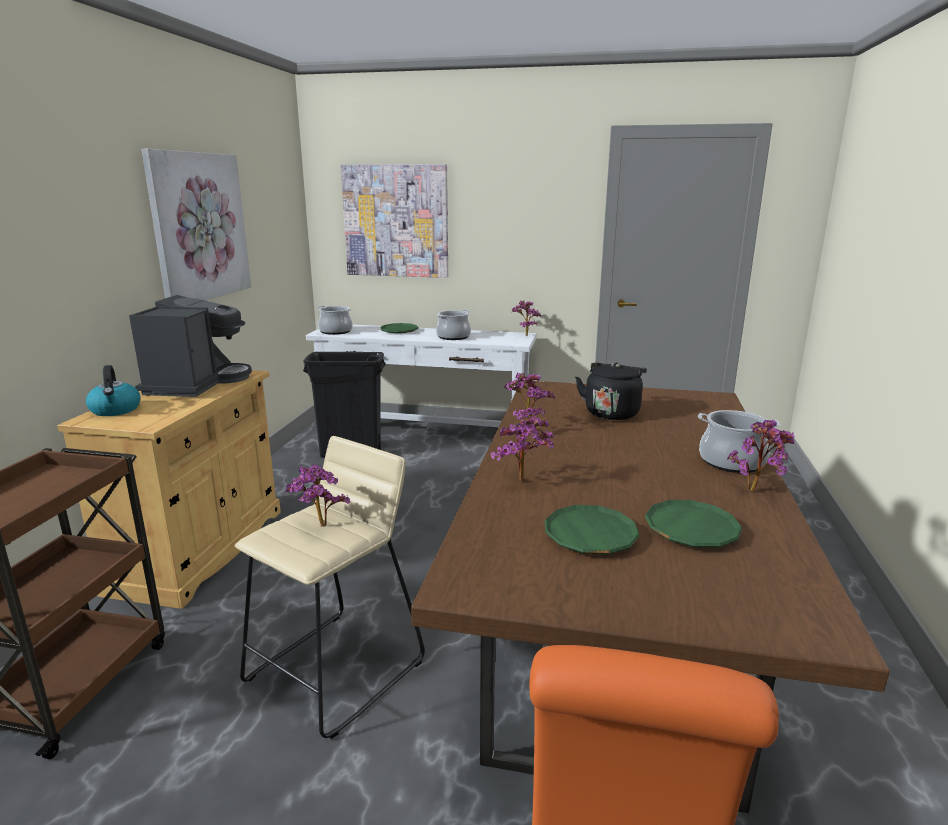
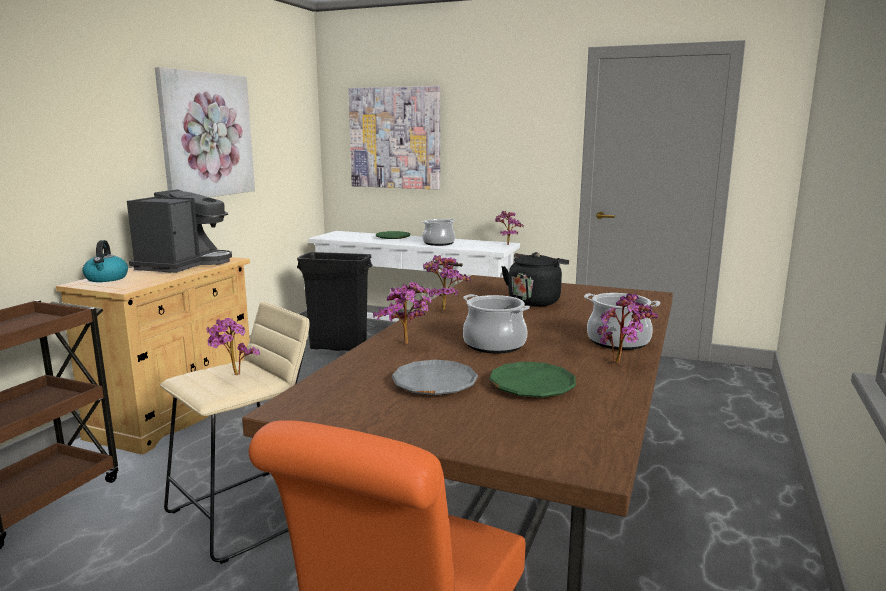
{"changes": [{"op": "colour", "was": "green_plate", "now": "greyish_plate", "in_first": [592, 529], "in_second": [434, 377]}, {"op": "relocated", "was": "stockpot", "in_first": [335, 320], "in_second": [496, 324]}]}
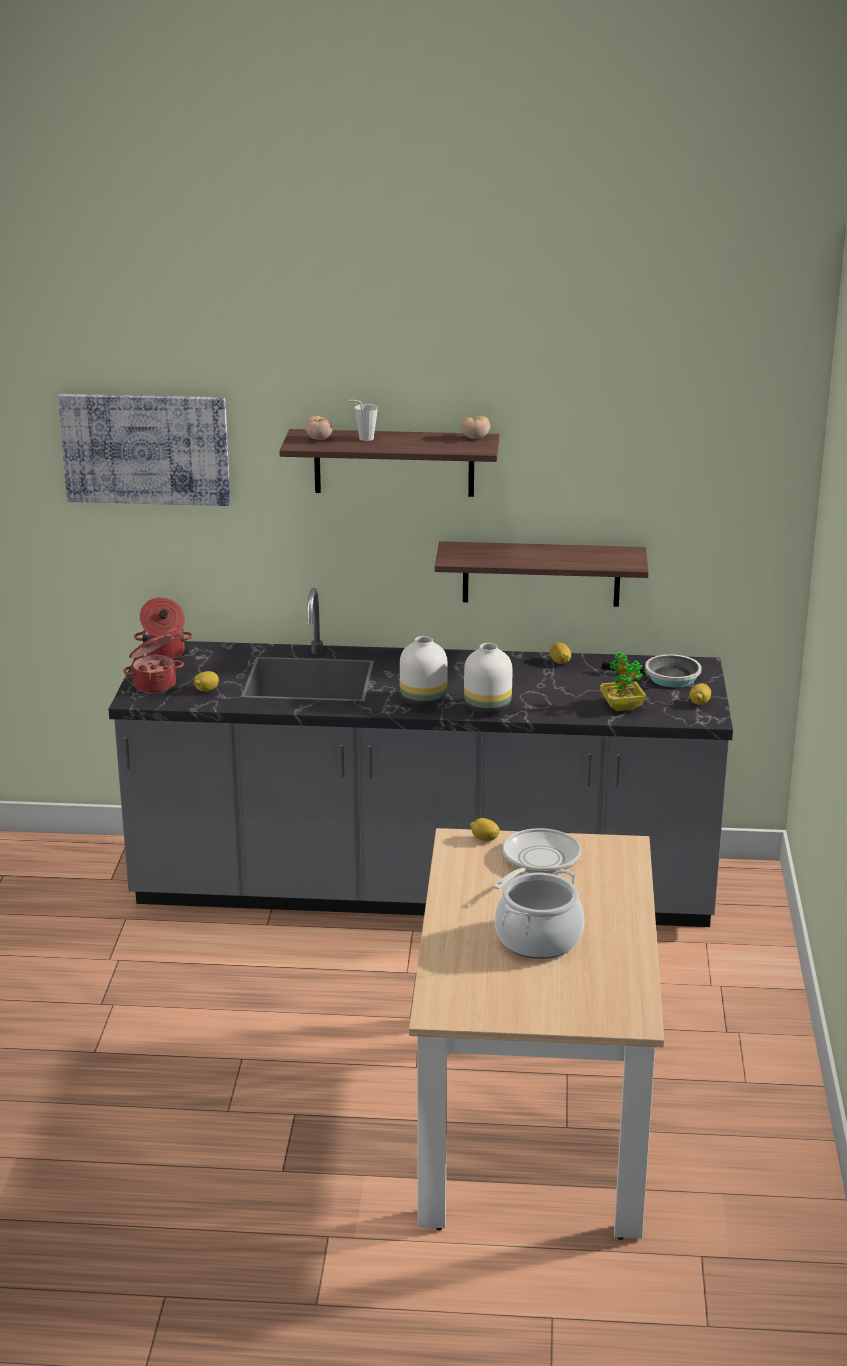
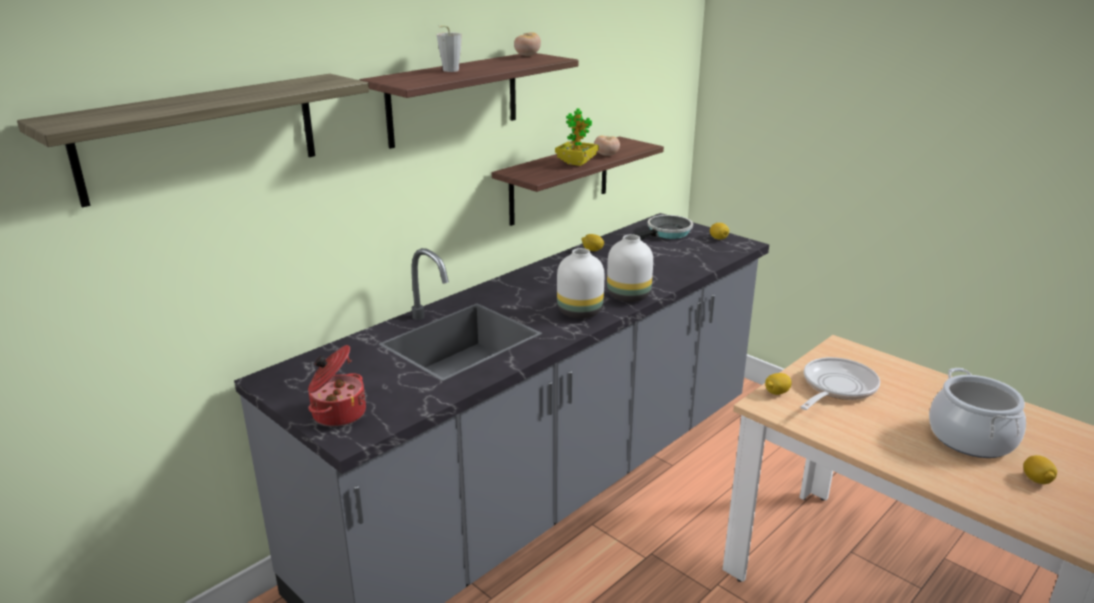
{"changes": [{"op": "exchanged", "was": "wall_art", "now": "shelf", "in_first": [144, 450], "in_second": [193, 140]}, {"op": "relocated", "was": "potted_plant", "in_first": [623, 681], "in_second": [577, 137]}, {"op": "relocated", "was": "whole_tomato", "in_first": [319, 428], "in_second": [607, 146]}, {"op": "spun", "was": "pan", "in_first": [537, 858], "in_second": [840, 383], "clockwise": 60}, {"op": "relocated", "was": "lemon", "in_first": [206, 681], "in_second": [1040, 469]}, {"op": "missing", "was": "stockpot", "in_first": [163, 628]}]}
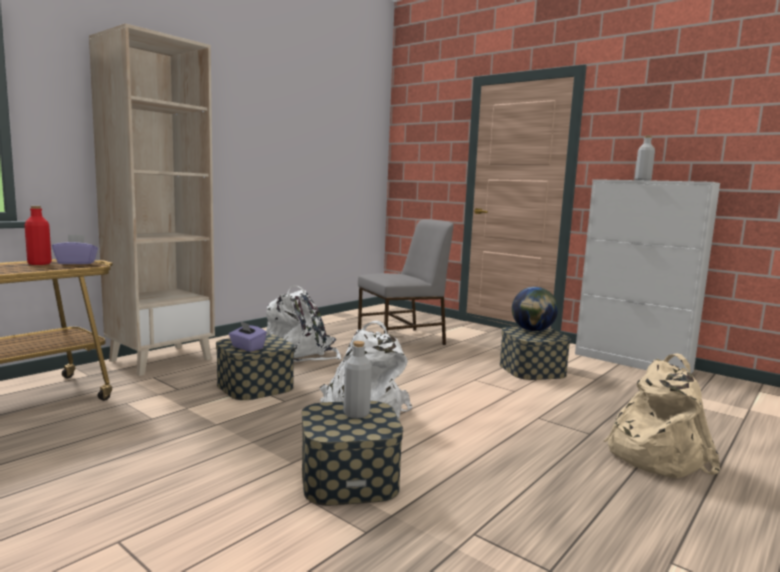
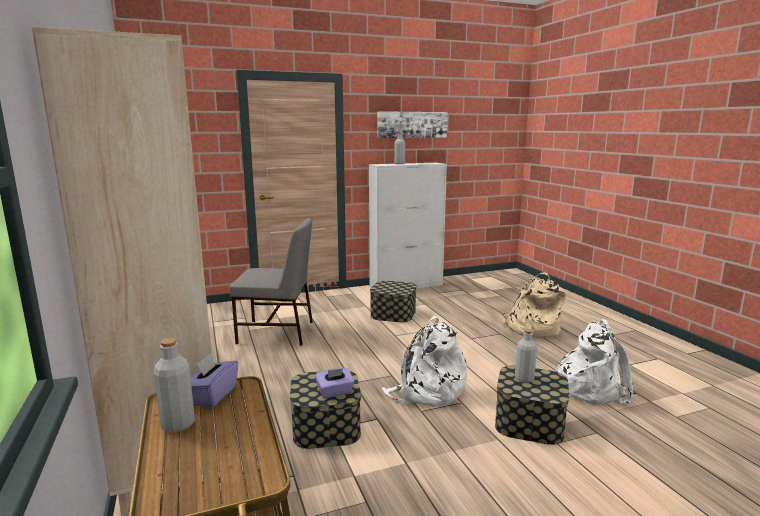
{"changes": [{"op": "colour", "was": "red_drink_bottle", "now": "greyish_drink_bottle", "in_first": [38, 235], "in_second": [174, 385]}, {"op": "spun", "was": "greyish_plain_chair", "in_first": [406, 282], "in_second": [271, 281], "clockwise": 90}, {"op": "appeared", "now": "wall_art", "in_second": [412, 124]}, {"op": "relocated", "was": "white-coloured_knapsack", "in_first": [303, 323], "in_second": [594, 362]}, {"op": "missing", "was": "world_globe", "in_first": [535, 309]}]}
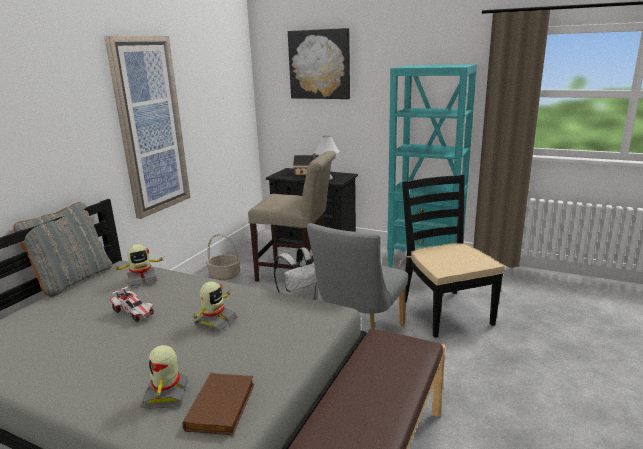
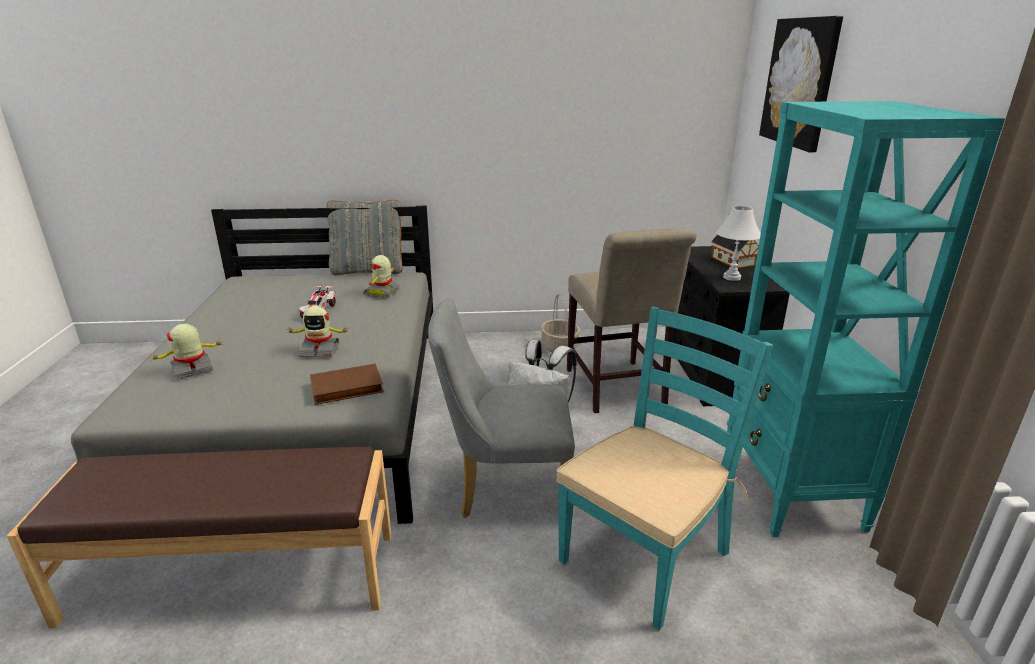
{"changes": [{"op": "relocated", "was": "brown-coloured_volume", "in_first": [218, 404], "in_second": [347, 384]}, {"op": "spun", "was": "toy_robot", "in_first": [139, 265], "in_second": [381, 276], "clockwise": 75}, {"op": "colour", "was": "black_plain_chair", "now": "turquoise_plain_chair", "in_first": [452, 256], "in_second": [664, 468]}, {"op": "missing", "was": "wall_art", "in_first": [147, 127]}]}
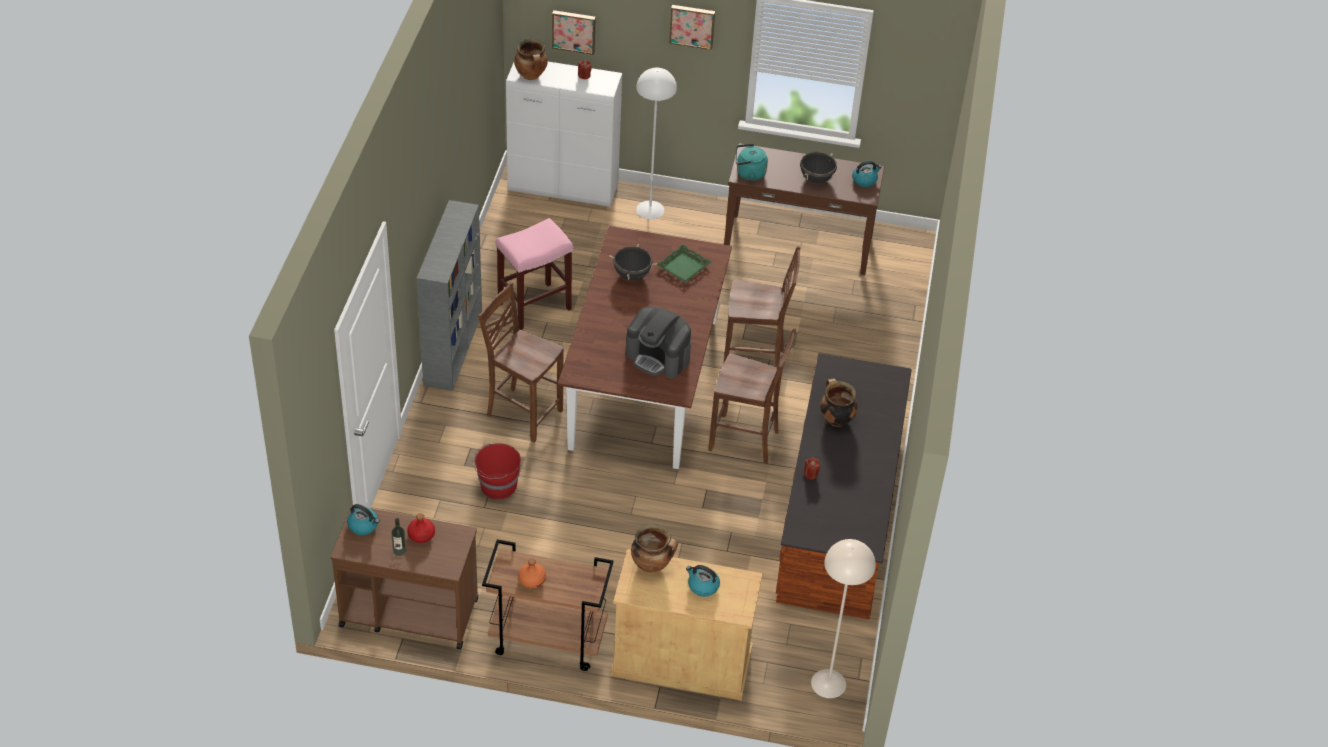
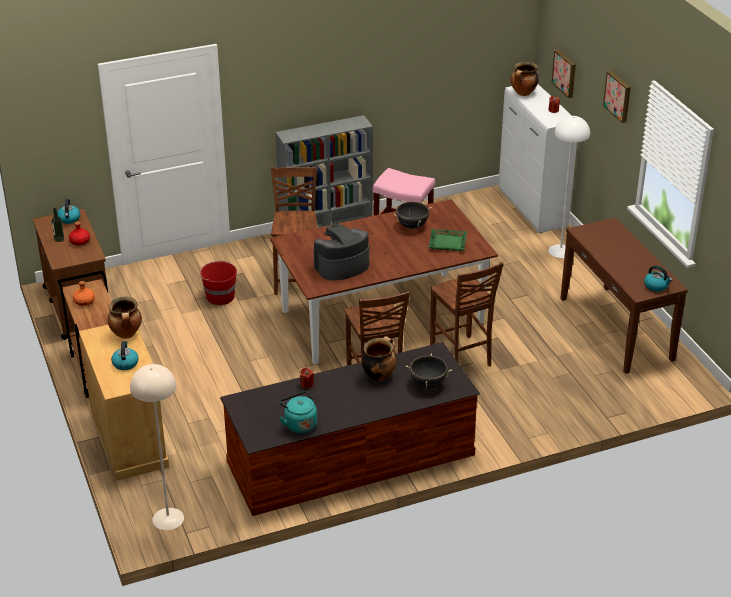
{"changes": [{"op": "relocated", "was": "turquoise_kettle", "in_first": [752, 162], "in_second": [298, 412]}, {"op": "spun", "was": "coffee_machine", "in_first": [658, 342], "in_second": [341, 252], "clockwise": 60}, {"op": "relocated", "was": "black_stockpot", "in_first": [818, 167], "in_second": [428, 370]}]}
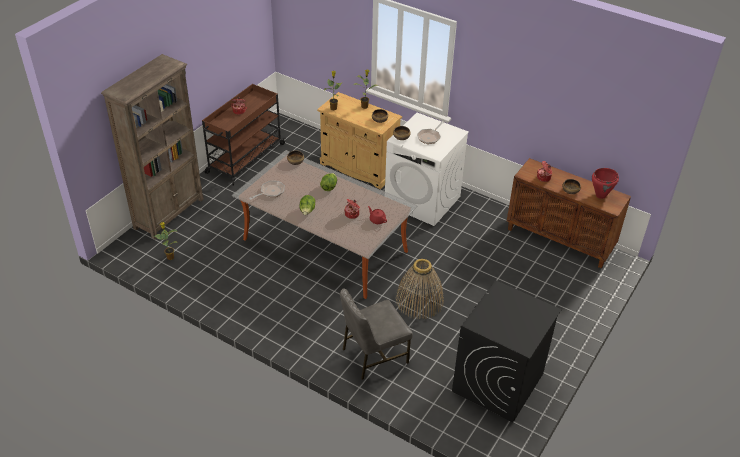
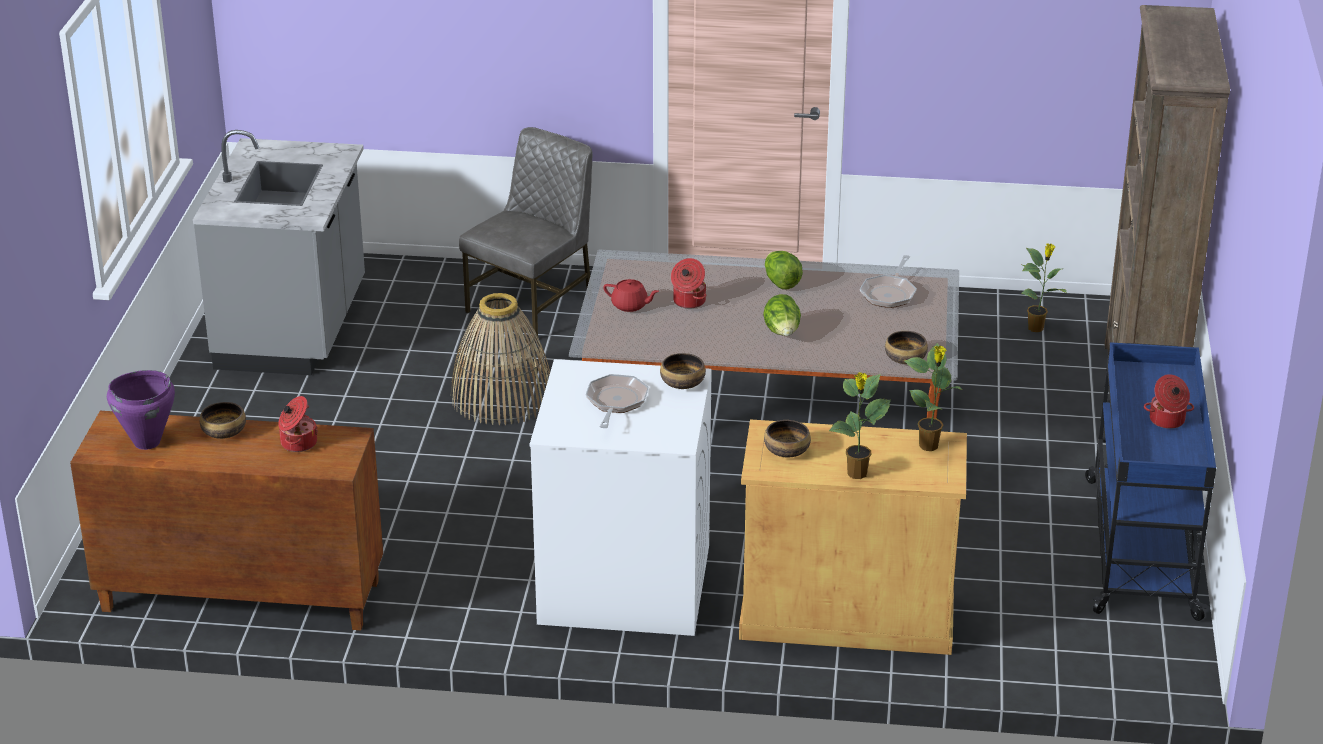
{"changes": [{"op": "colour", "was": "red_stockpot", "now": "purple-coloured_stockpot", "in_first": [605, 183], "in_second": [141, 410]}, {"op": "exchanged", "was": "black_washing_machine", "now": "greyish_kitchen_base_unit", "in_first": [507, 351], "in_second": [279, 252]}, {"op": "colour", "was": "brown-coloured_wheeled_cart", "now": "bluish_wheeled_cart", "in_first": [244, 134], "in_second": [1150, 481]}]}
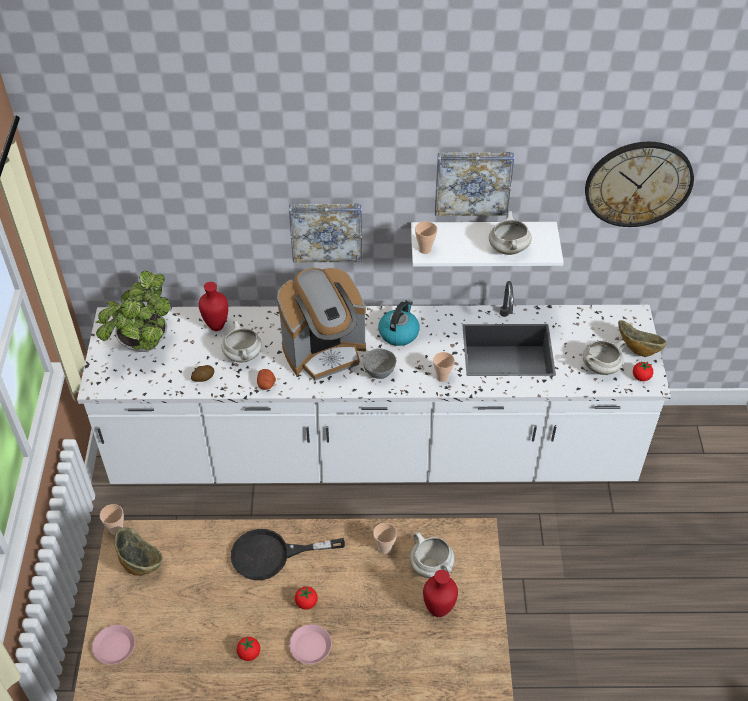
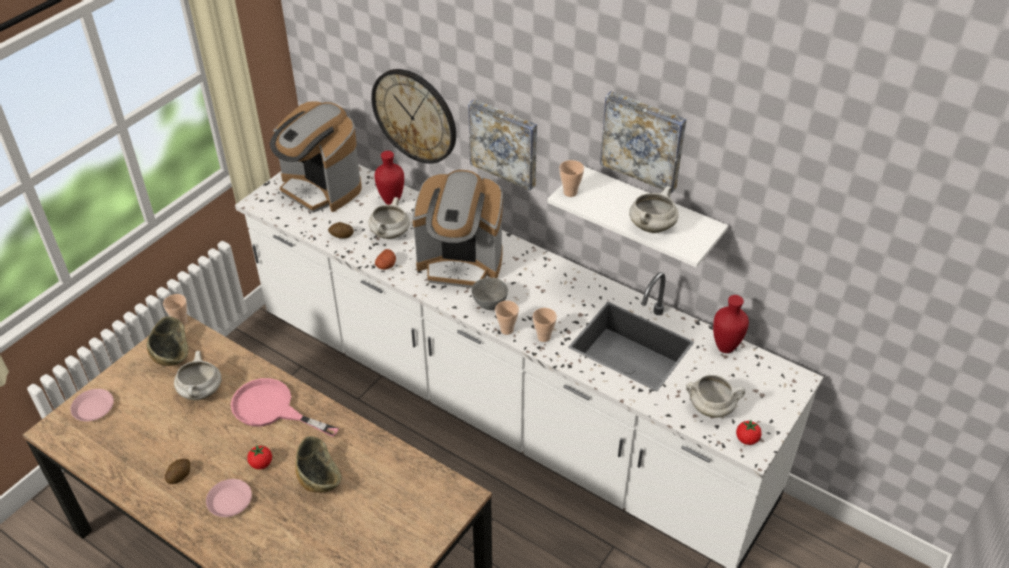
{"changes": [{"op": "exchanged", "was": "whole_tomato", "now": "whole_potato", "in_first": [248, 649], "in_second": [177, 471]}, {"op": "relocated", "was": "white-coloured_stockpot", "in_first": [432, 555], "in_second": [198, 375]}, {"op": "colour", "was": "black_pan", "now": "pink_pan", "in_first": [288, 554], "in_second": [285, 407]}, {"op": "exchanged", "was": "potted_plant", "now": "coffee_machine", "in_first": [132, 311], "in_second": [316, 157]}, {"op": "relocated", "was": "deep_dish", "in_first": [642, 338], "in_second": [318, 464]}, {"op": "relocated", "was": "clock_on_the_wall", "in_first": [639, 184], "in_second": [413, 116]}, {"op": "relocated", "was": "drinking_cup", "in_first": [385, 538], "in_second": [507, 318]}, {"op": "relocated", "was": "red_decorative_vase", "in_first": [440, 593], "in_second": [731, 324]}, {"op": "missing", "was": "kettle", "in_first": [399, 323]}]}
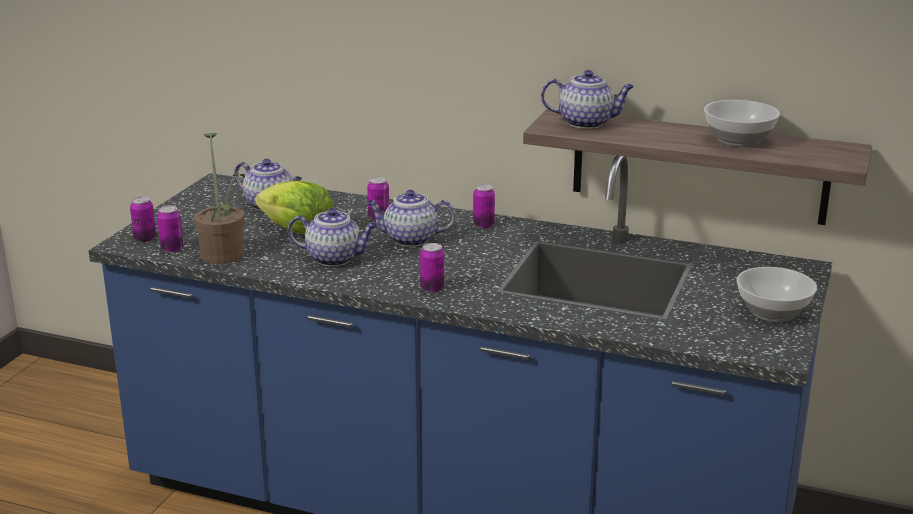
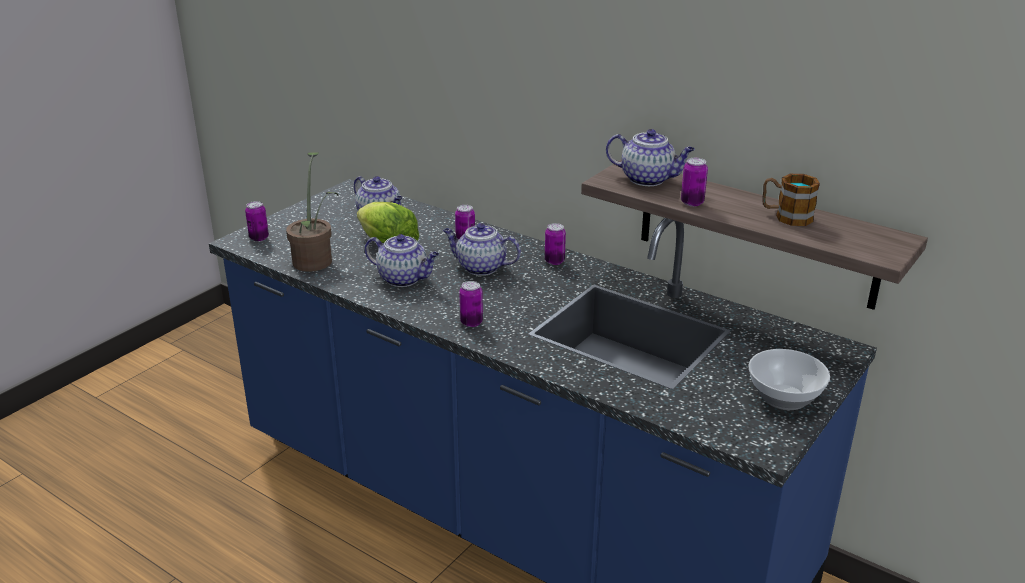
{"changes": [{"op": "relocated", "was": "can", "in_first": [170, 229], "in_second": [694, 182]}, {"op": "exchanged", "was": "deep_dish", "now": "tea_mug", "in_first": [742, 123], "in_second": [791, 200]}]}
